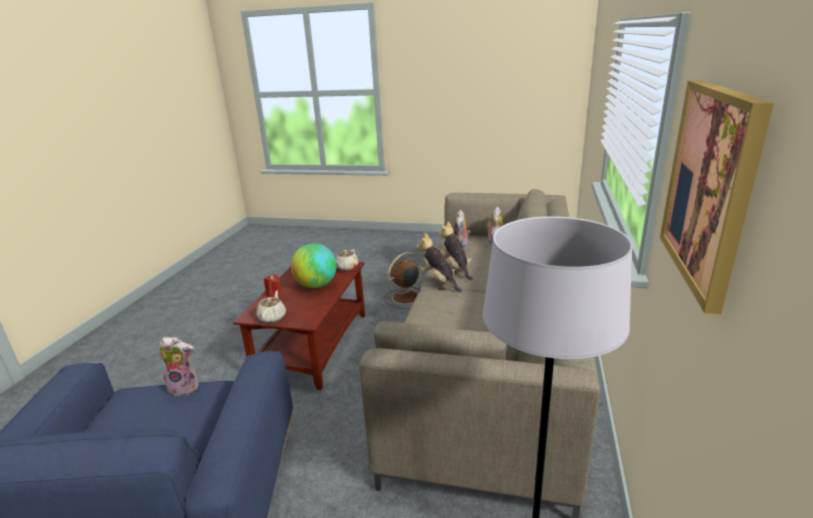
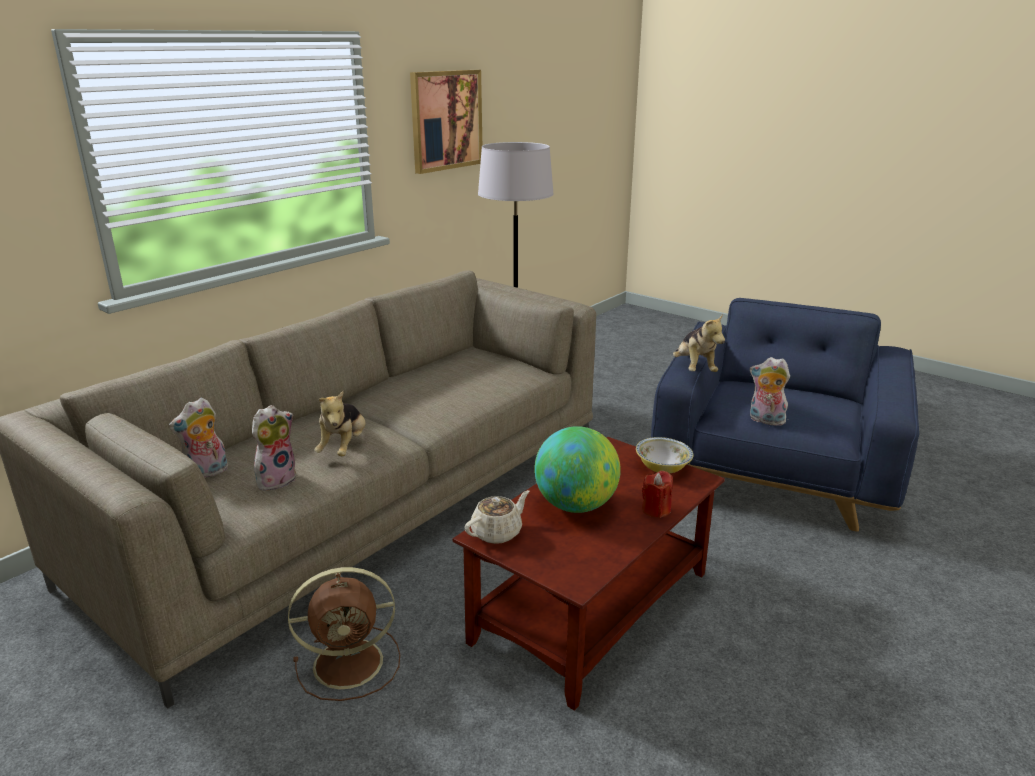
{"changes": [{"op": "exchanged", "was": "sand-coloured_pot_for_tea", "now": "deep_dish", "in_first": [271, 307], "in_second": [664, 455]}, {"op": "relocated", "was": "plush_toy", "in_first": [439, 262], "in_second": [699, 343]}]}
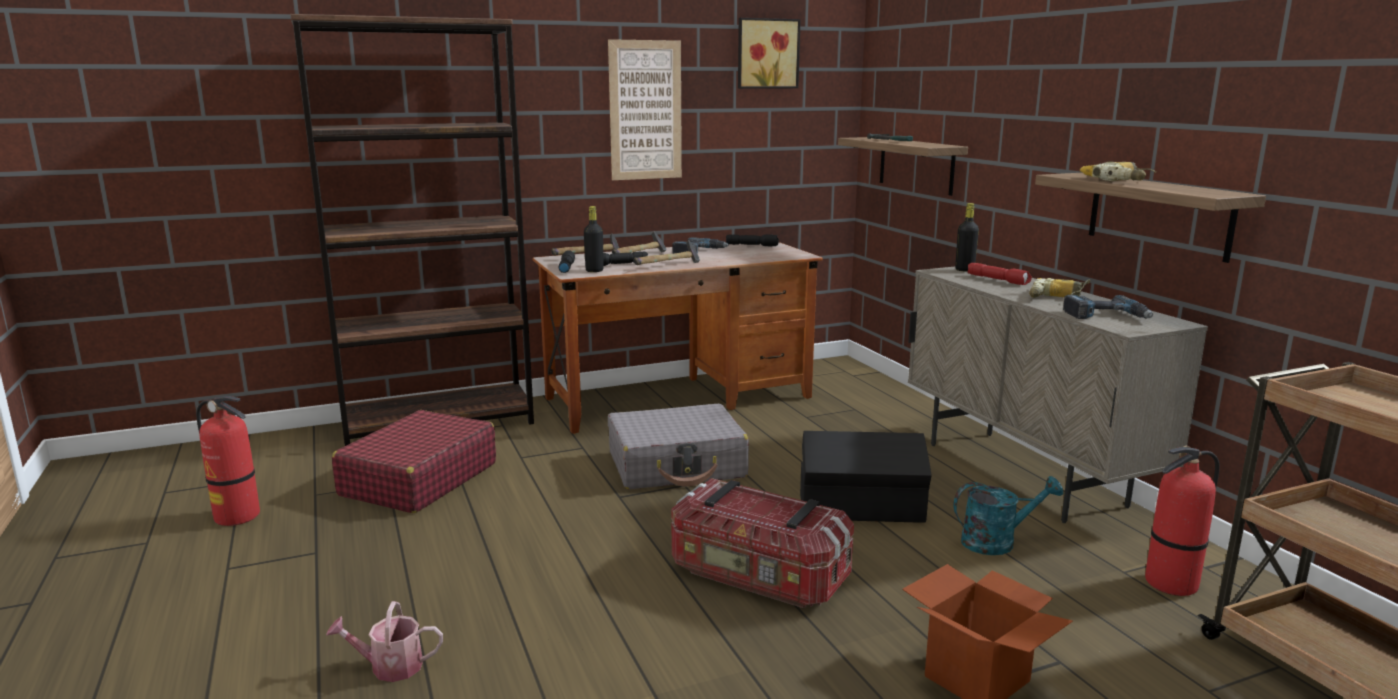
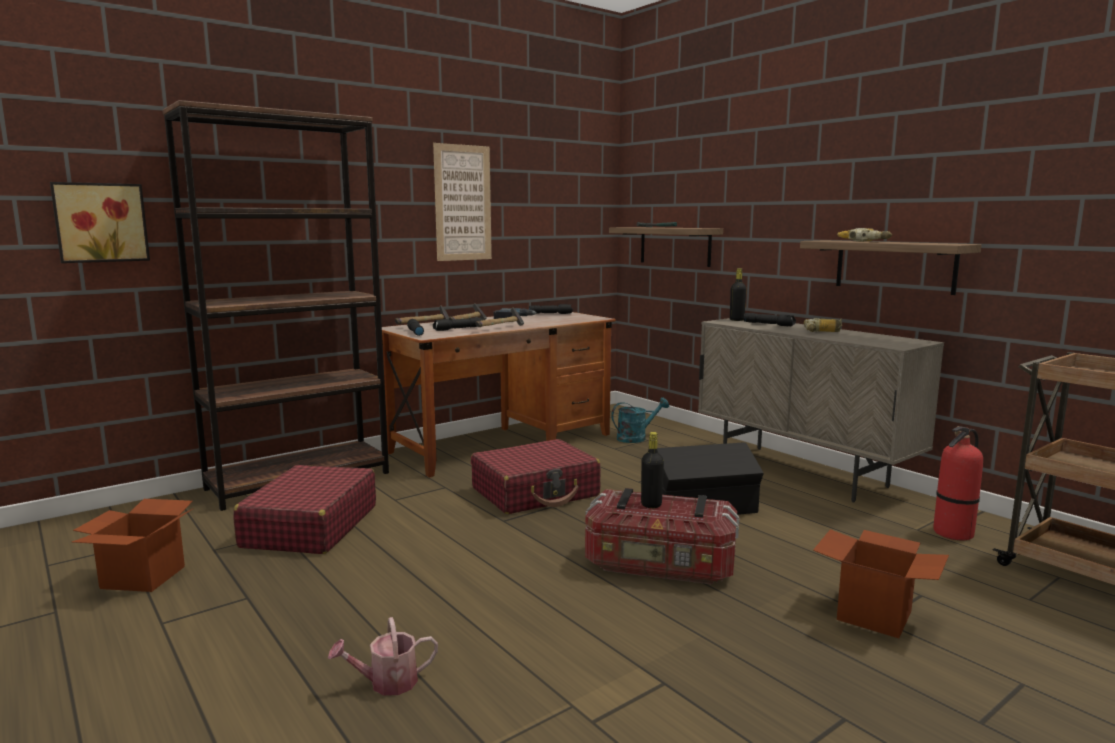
{"changes": [{"op": "relocated", "was": "wall_art", "in_first": [769, 53], "in_second": [100, 222]}, {"op": "exchanged", "was": "fire-fighting_cylinder", "now": "carton", "in_first": [228, 461], "in_second": [133, 545]}, {"op": "colour", "was": "greyish_suitcase", "now": "red_suitcase", "in_first": [678, 446], "in_second": [536, 476]}, {"op": "relocated", "was": "turquoise_sprinkling_can", "in_first": [1009, 515], "in_second": [640, 420]}, {"op": "relocated", "was": "black_drink_bottle", "in_first": [594, 239], "in_second": [652, 470]}, {"op": "colour", "was": "red_flashlight", "now": "black_flashlight", "in_first": [999, 274], "in_second": [770, 319]}, {"op": "missing", "was": "electric_drill", "in_first": [1108, 307]}]}
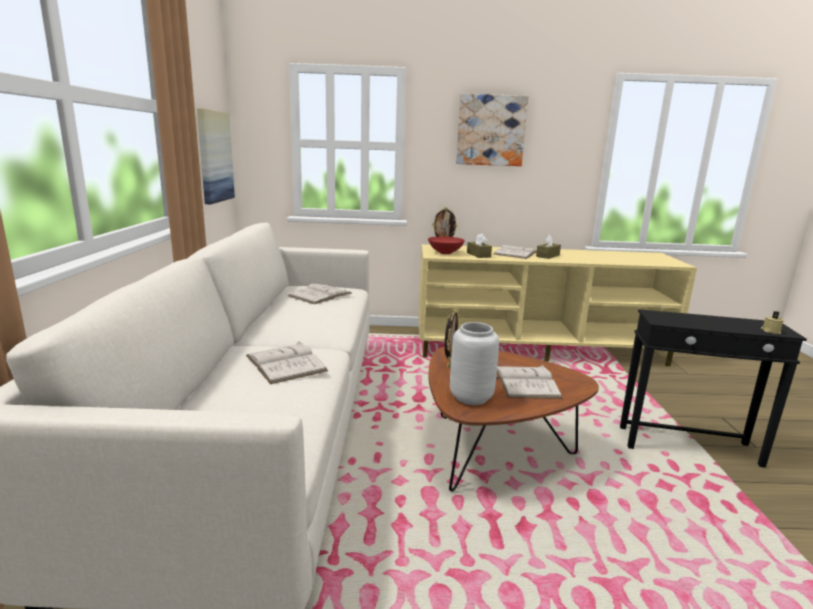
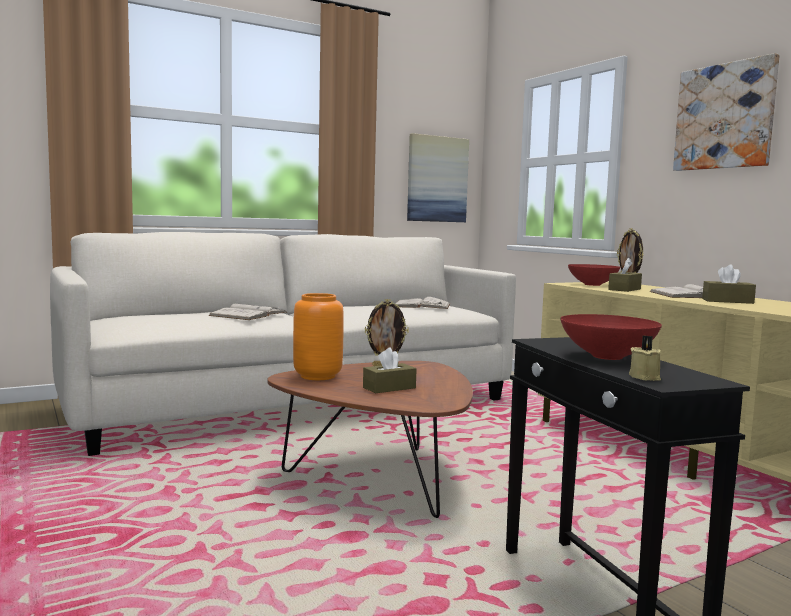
{"changes": [{"op": "colour", "was": "greyish_decorative_vase", "now": "orange_decorative_vase", "in_first": [474, 363], "in_second": [318, 336]}, {"op": "exchanged", "was": "white-coloured_volume", "now": "brown-coloured_tissue_box", "in_first": [530, 382], "in_second": [390, 370]}, {"op": "appeared", "now": "red_deep_dish", "in_second": [611, 337]}]}
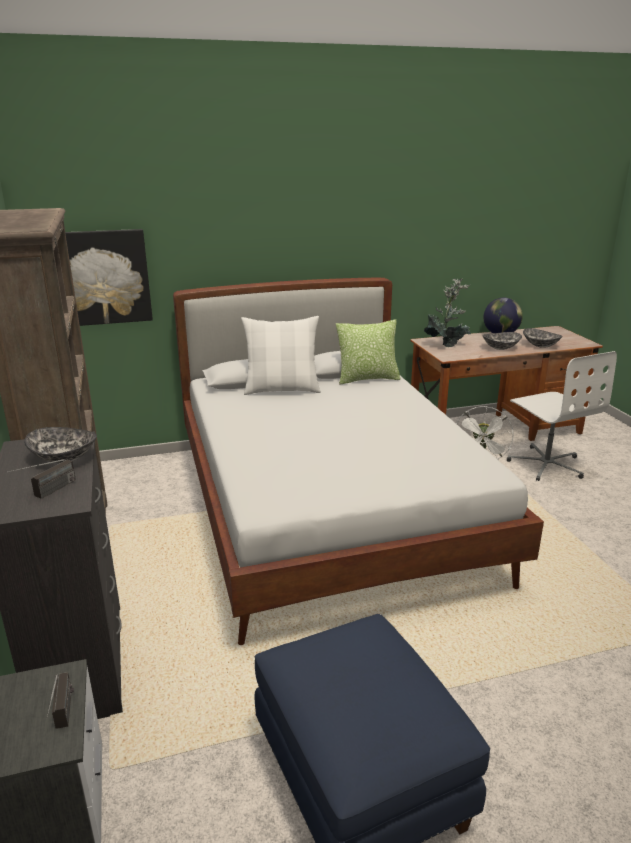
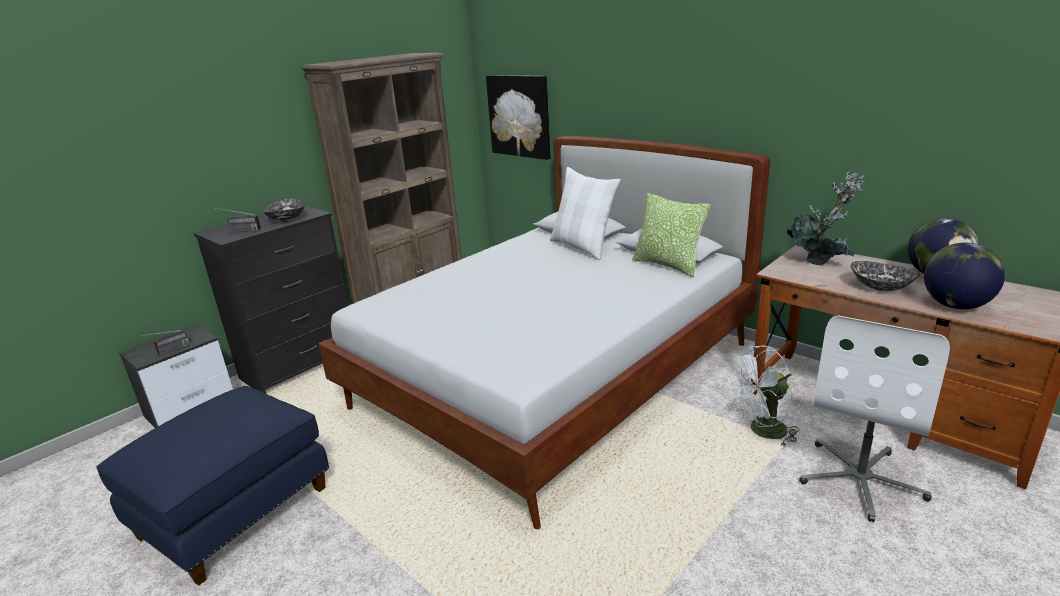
{"changes": [{"op": "exchanged", "was": "deep_dish", "now": "world_globe", "in_first": [543, 338], "in_second": [964, 276]}]}
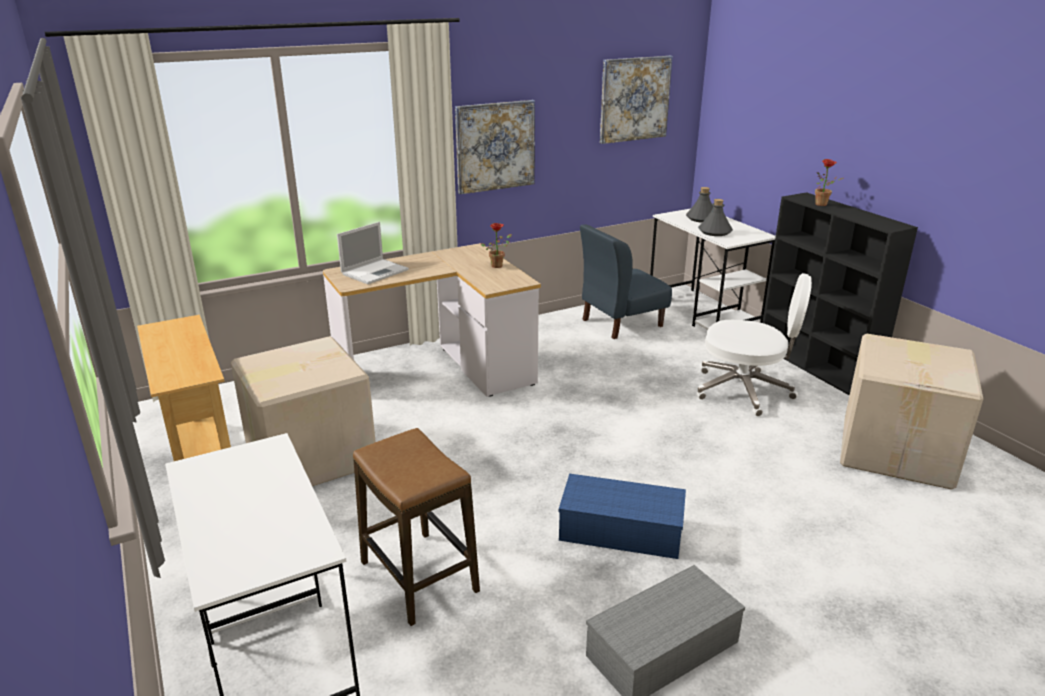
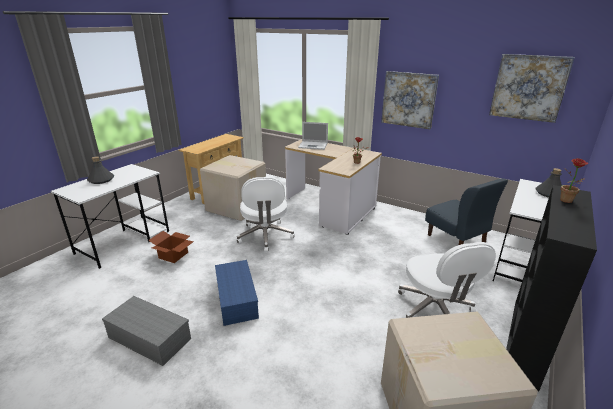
{"changes": [{"op": "relocated", "was": "greyish_drink_bottle", "in_first": [715, 217], "in_second": [100, 170]}, {"op": "exchanged", "was": "sitting_stool", "now": "carton", "in_first": [416, 527], "in_second": [171, 247]}, {"op": "appeared", "now": "white-coloured_desk_chair", "in_second": [265, 214]}, {"op": "spun", "was": "bluish_plain_chair", "in_first": [626, 281], "in_second": [466, 211], "clockwise": -150}]}
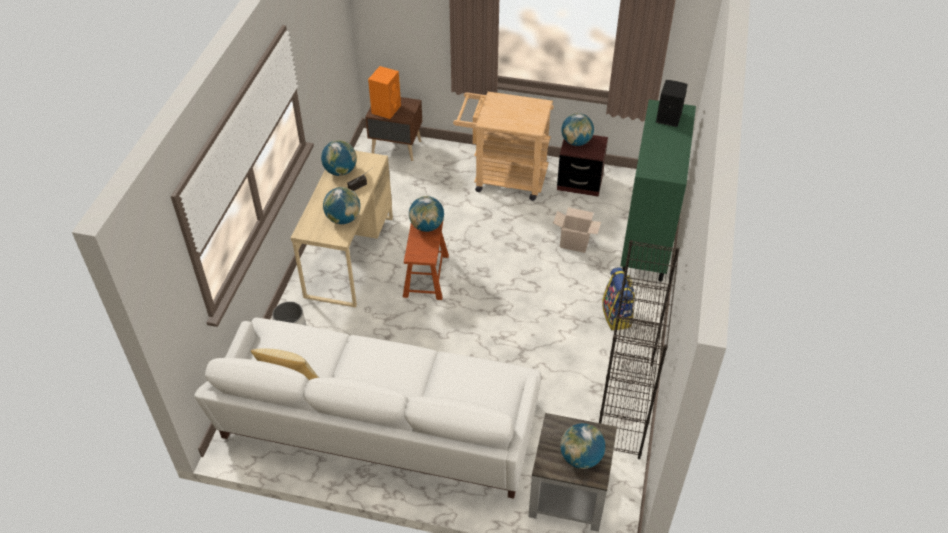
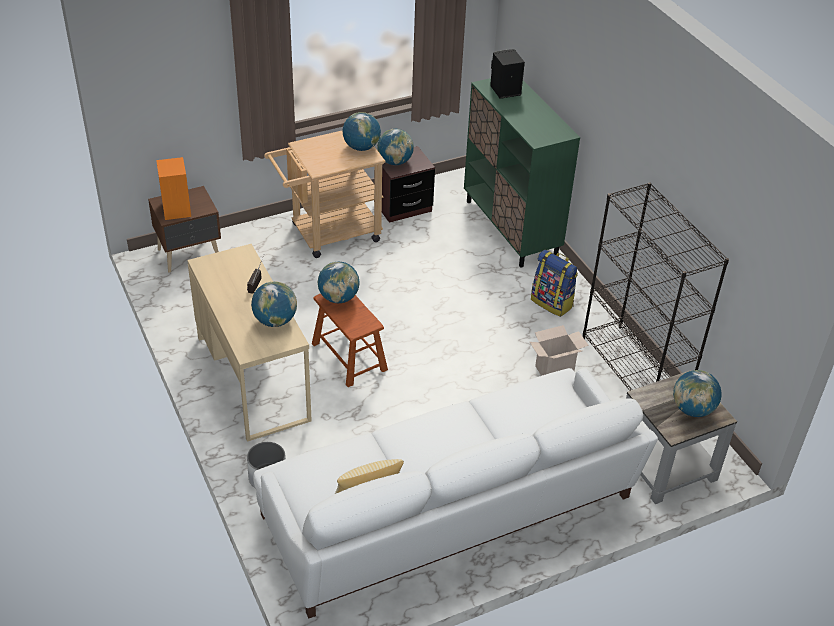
{"changes": [{"op": "relocated", "was": "world_globe", "in_first": [339, 158], "in_second": [362, 131]}, {"op": "relocated", "was": "carton", "in_first": [577, 230], "in_second": [559, 350]}]}
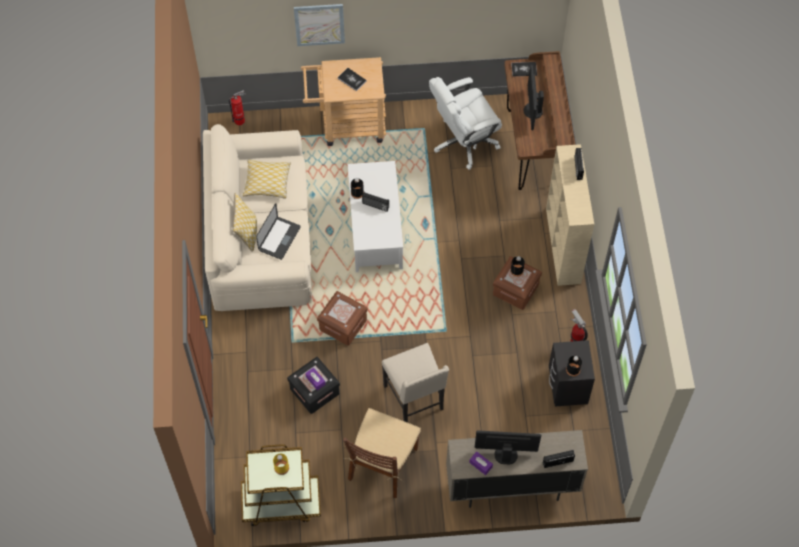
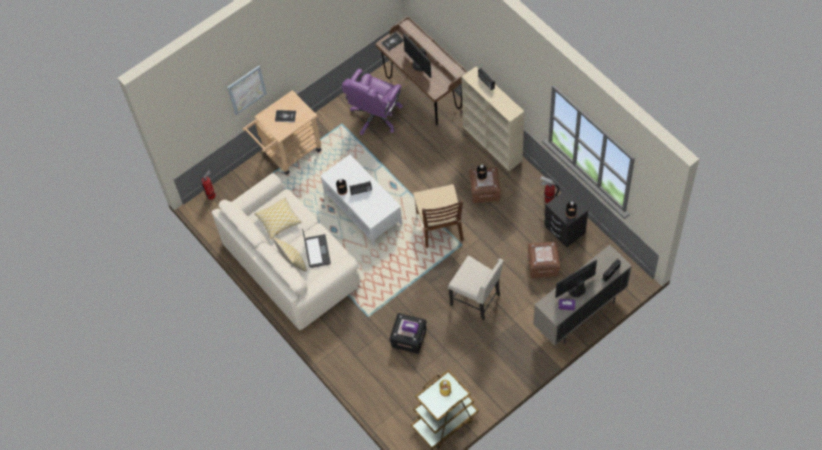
{"changes": [{"op": "colour", "was": "white-coloured_desk_chair", "now": "purple-coloured_desk_chair", "in_first": [465, 123], "in_second": [372, 102]}, {"op": "relocated", "was": "brown-coloured_plain_chair", "in_first": [382, 453], "in_second": [439, 216]}, {"op": "relocated", "was": "brown-coloured_storage_bin", "in_first": [342, 318], "in_second": [544, 259]}]}
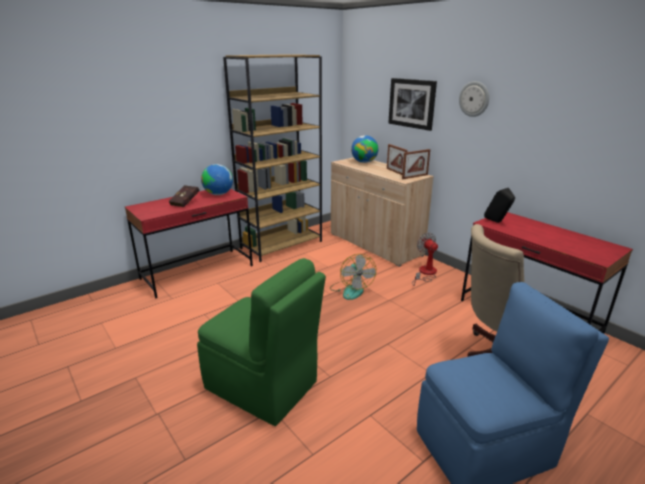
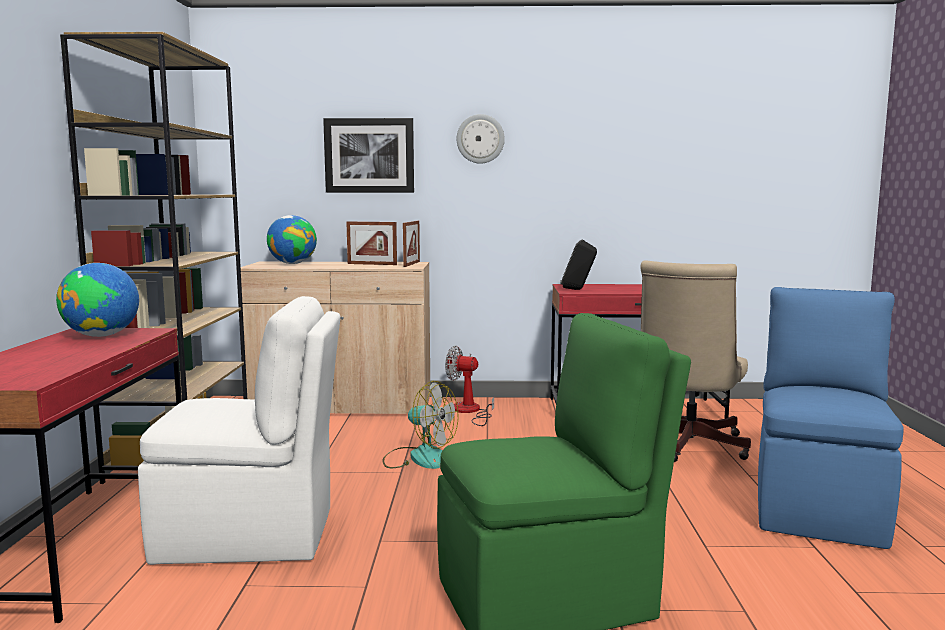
{"changes": [{"op": "appeared", "now": "white-coloured_plain_chair", "in_second": [239, 430]}, {"op": "missing", "was": "red_volume", "in_first": [184, 196]}]}
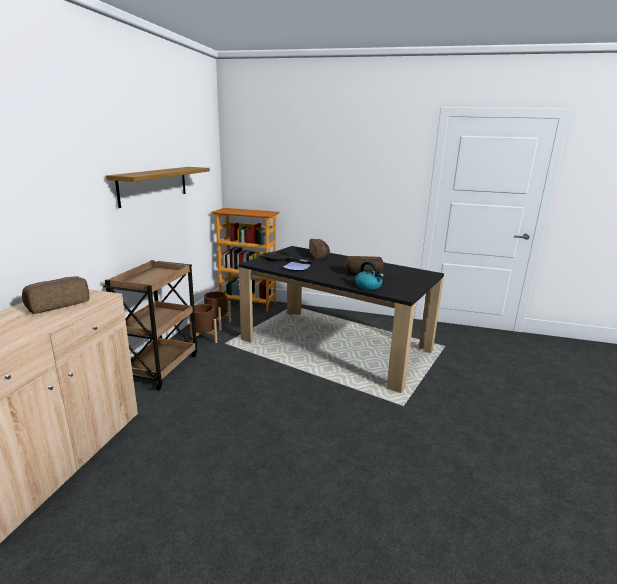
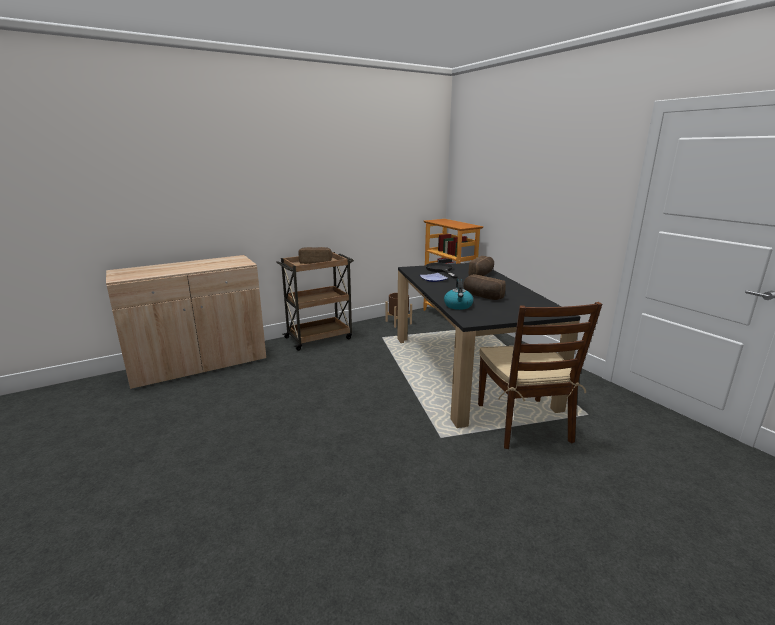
{"changes": [{"op": "relocated", "was": "baked_bread", "in_first": [55, 295], "in_second": [315, 255]}, {"op": "appeared", "now": "brown-coloured_plain_chair", "in_second": [540, 375]}, {"op": "missing", "was": "shelf", "in_first": [158, 187]}, {"op": "missing", "was": "brown-coloured_flower_pot", "in_first": [203, 323]}]}
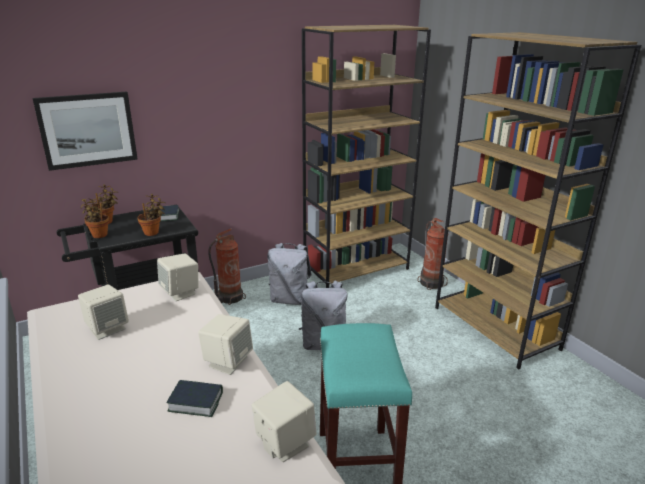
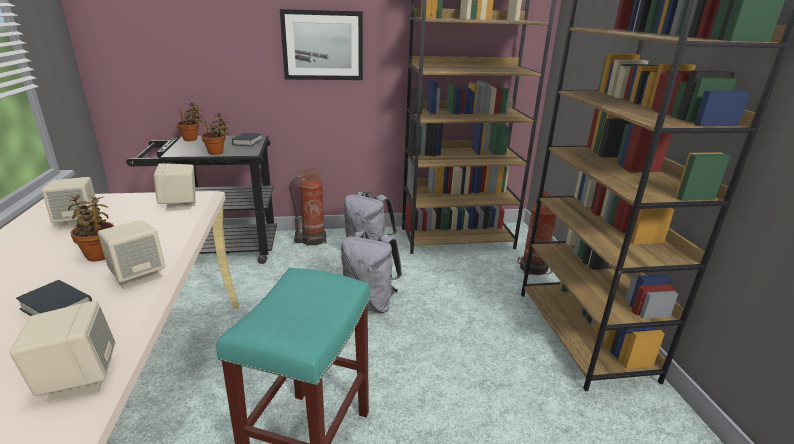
{"changes": [{"op": "relocated", "was": "potted_plant", "in_first": [95, 218], "in_second": [91, 228]}, {"op": "relocated", "was": "wall_art", "in_first": [85, 131], "in_second": [321, 44]}]}
